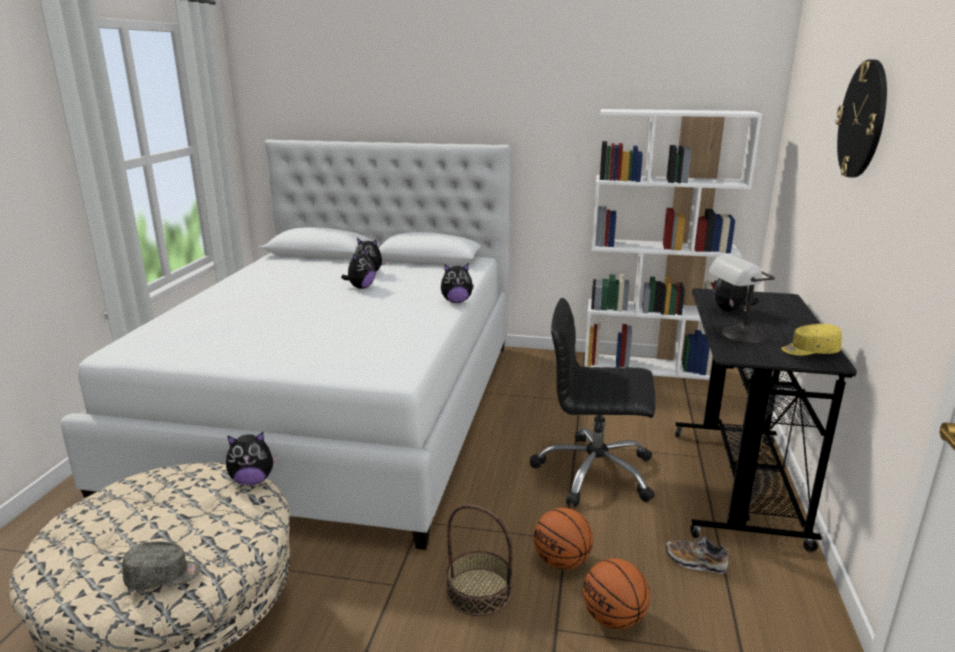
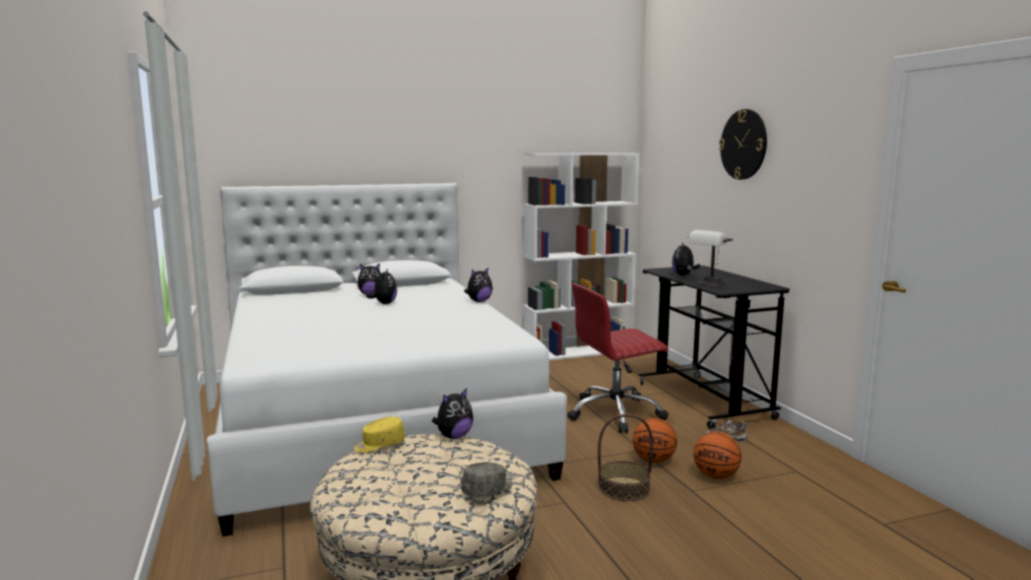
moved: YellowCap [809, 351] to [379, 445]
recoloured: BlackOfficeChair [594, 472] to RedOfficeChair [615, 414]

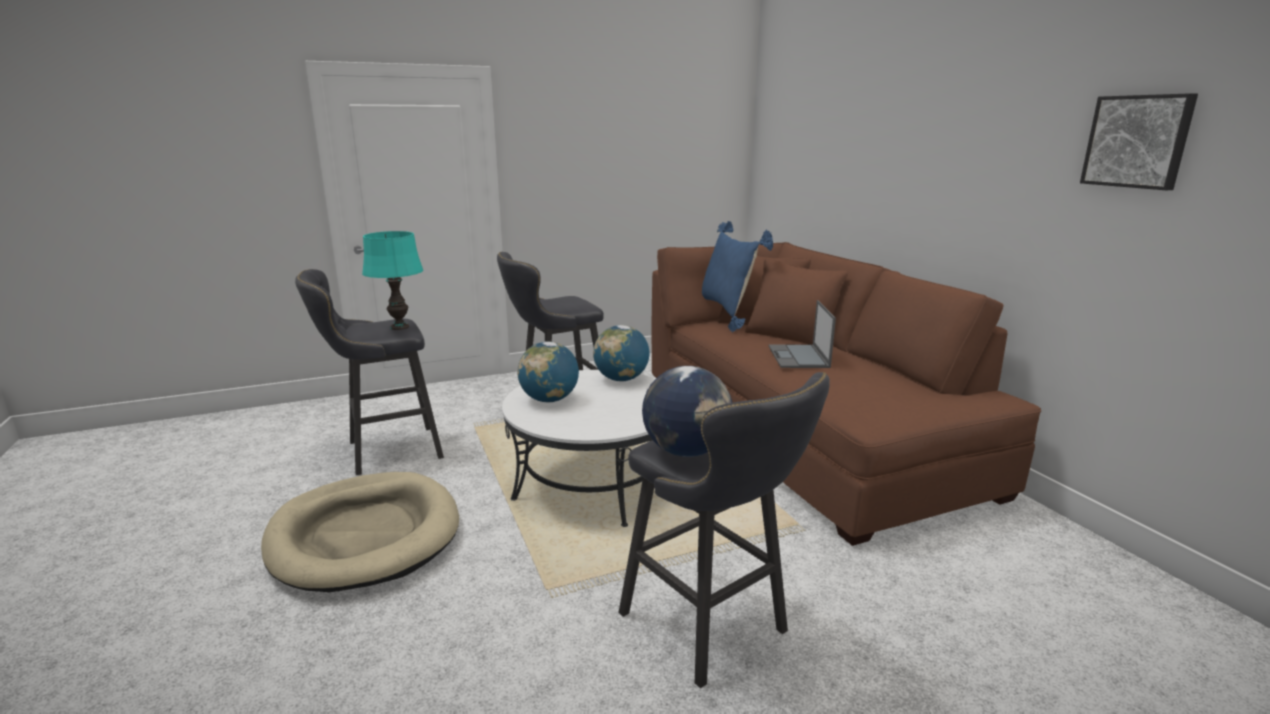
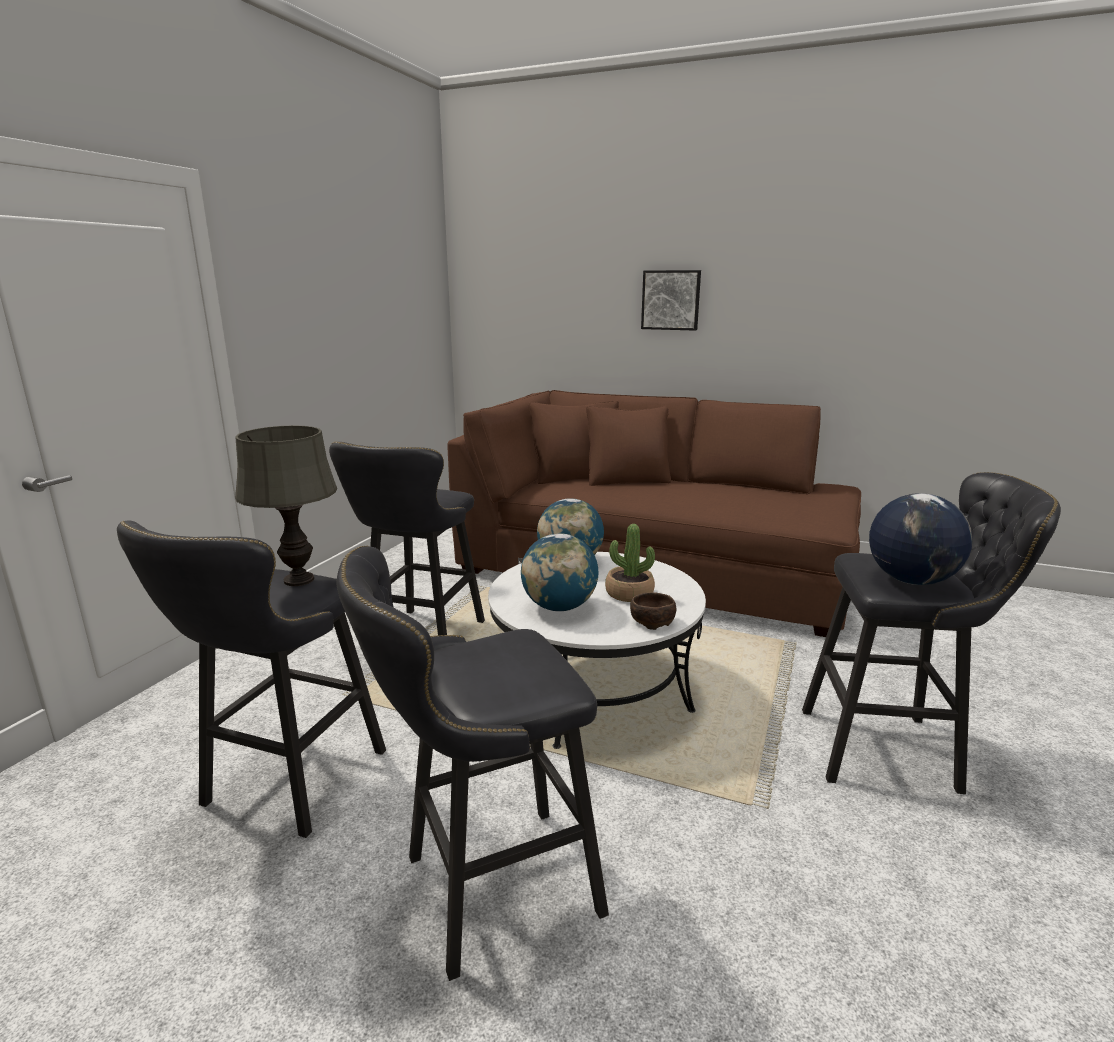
removed: BluePillow [728, 320]; Laptop [799, 357]
added: PottedPlant [629, 593]; BrownBowl [651, 621]
moved: Picture [1138, 141] to [671, 300]
replaced: BeigeDogBed [365, 535] to BlackStool [479, 893]
recoloured: TurquoiseTableLamp [400, 327] to GreyTableLamp [299, 580]

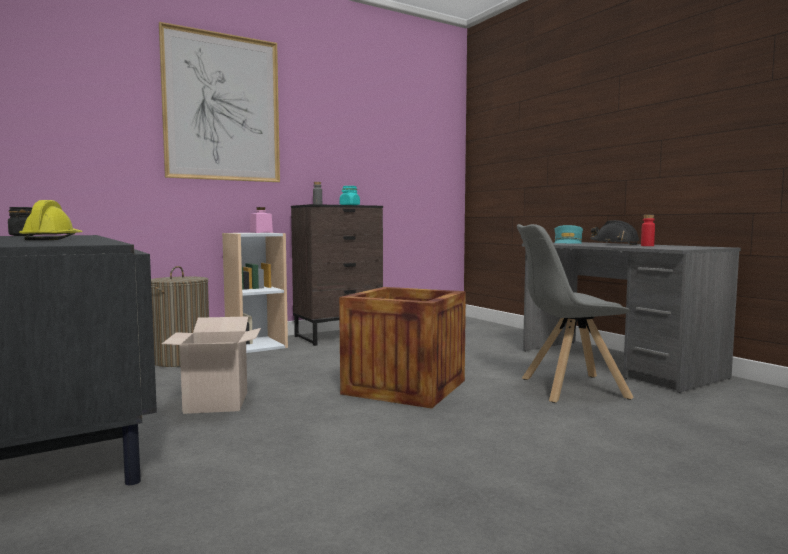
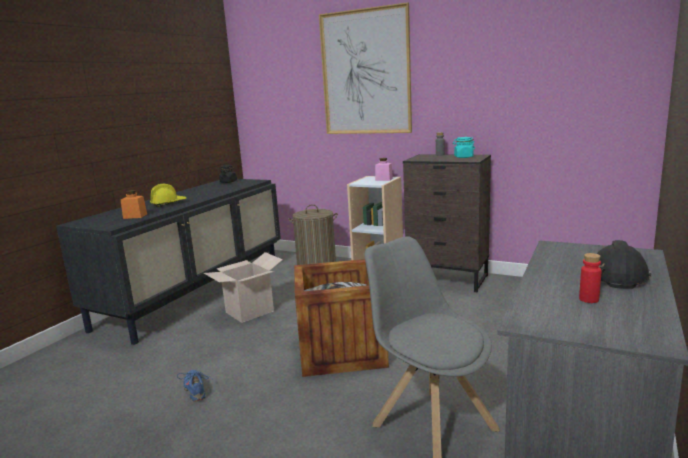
removed: TurquoiseCap [568, 243]
added: OrangeJar [135, 216]; BlueShoe [196, 389]

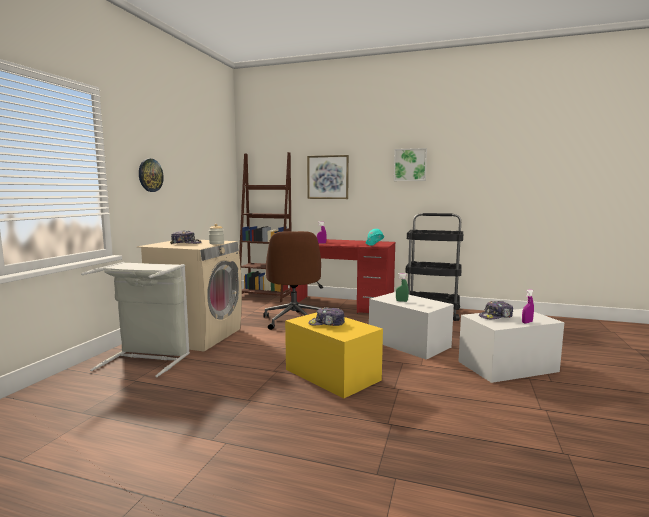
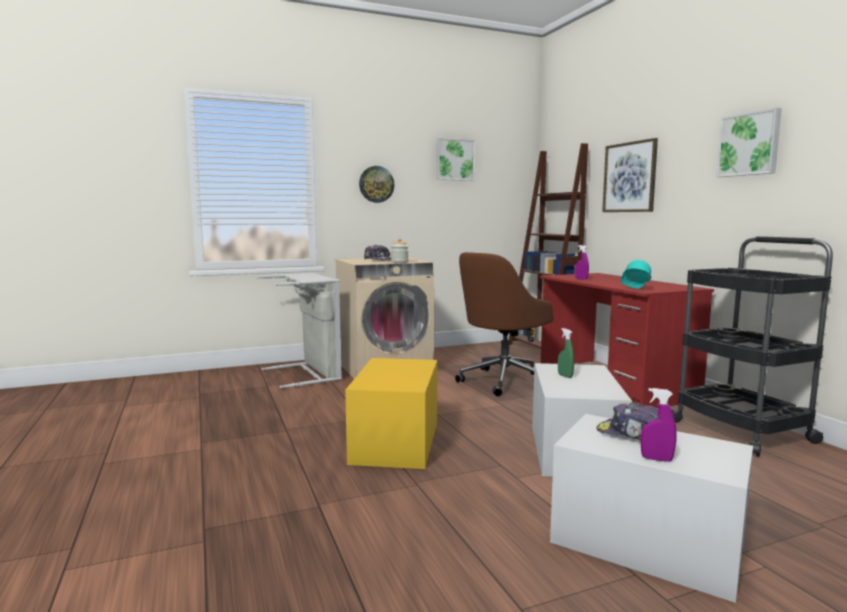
removed: Cap [326, 324]
added: Picture [454, 159]

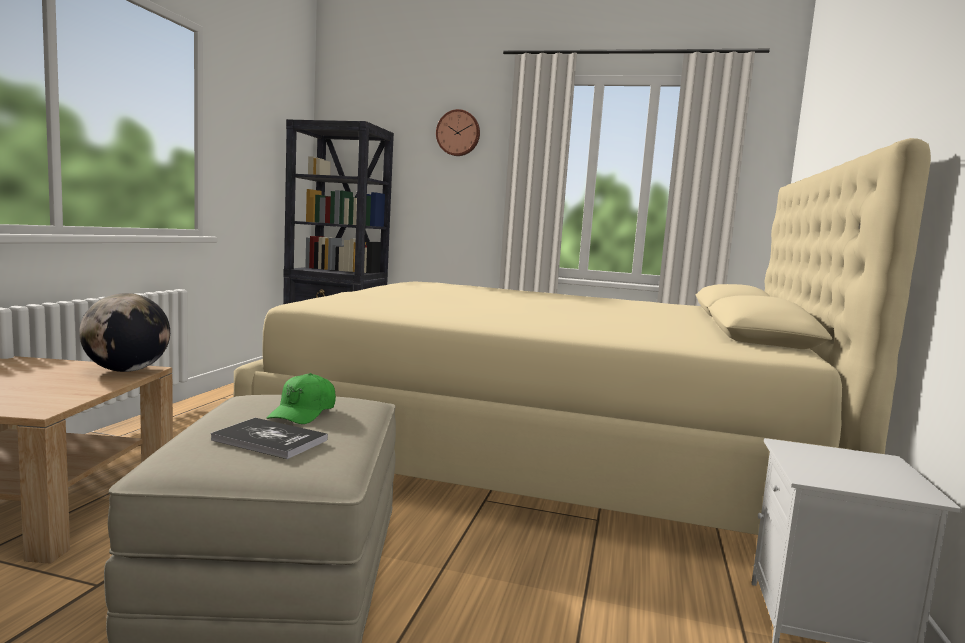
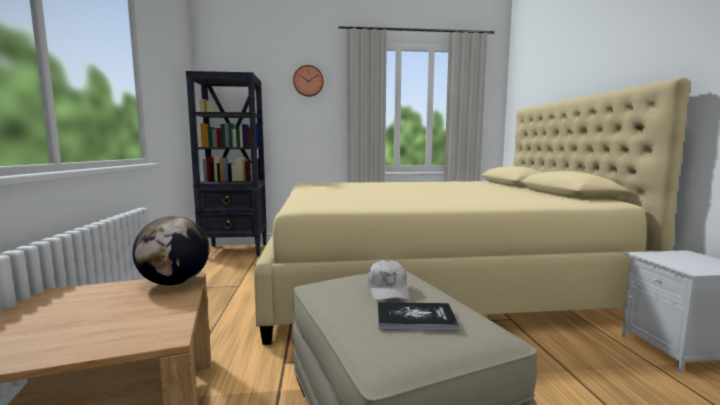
recoloured: GreenCap [303, 413] to WhiteCap [388, 290]

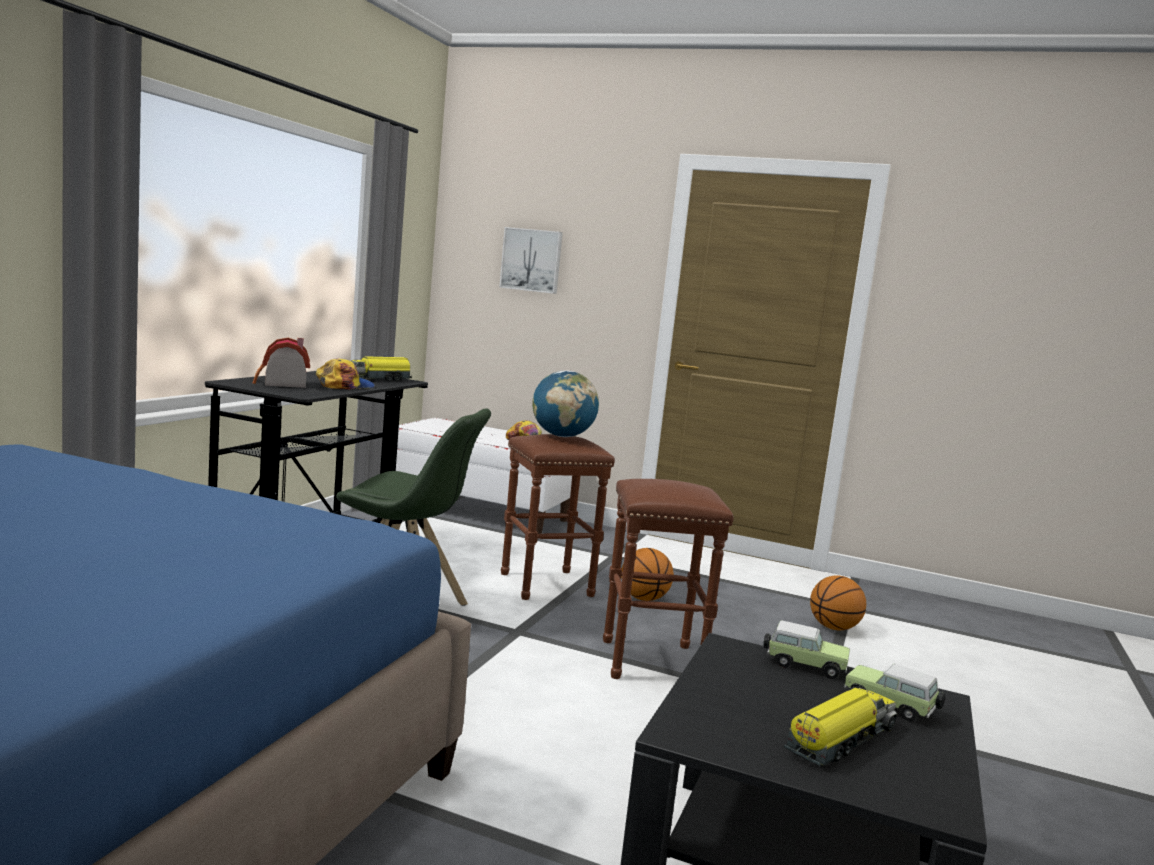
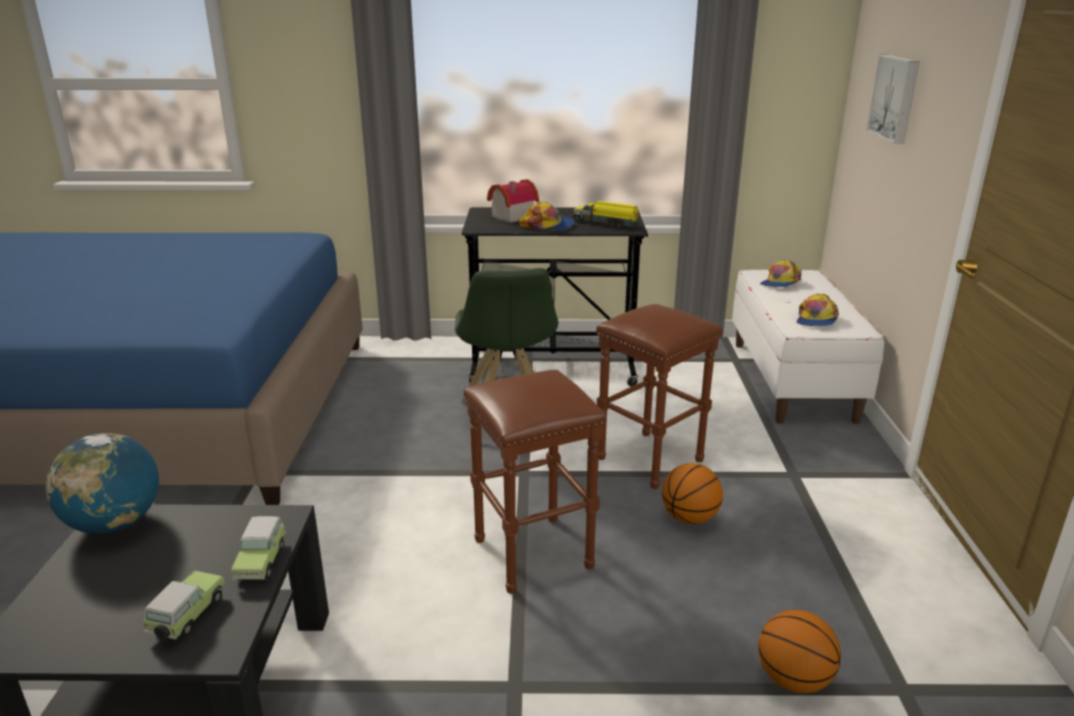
removed: ToyTruck [840, 740]
added: Cap [780, 282]
moved: Globe [562, 436] to [115, 524]

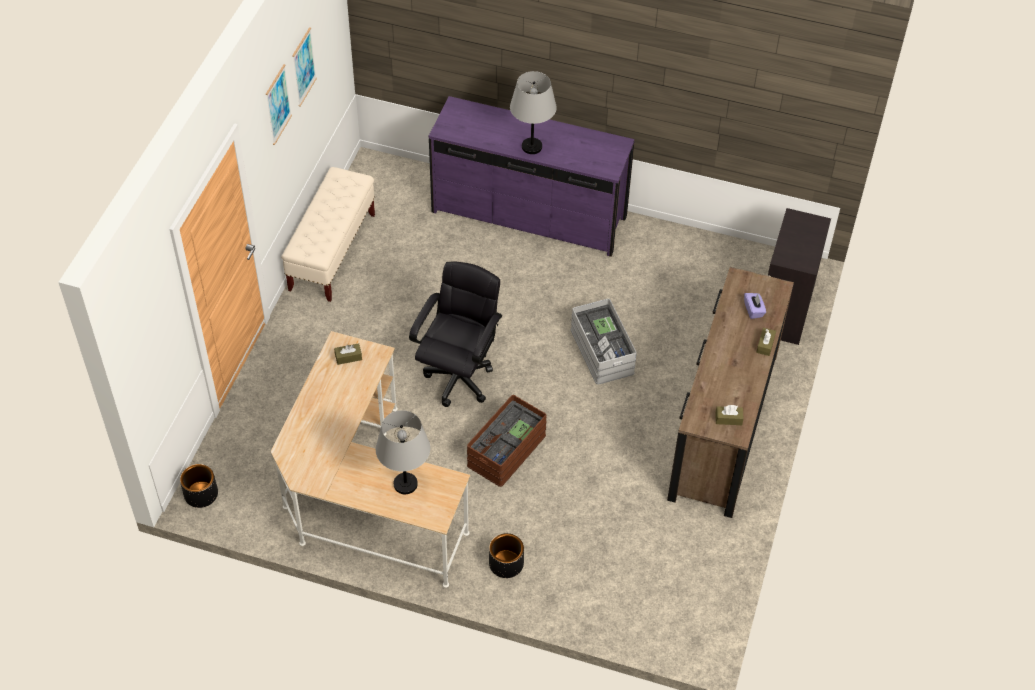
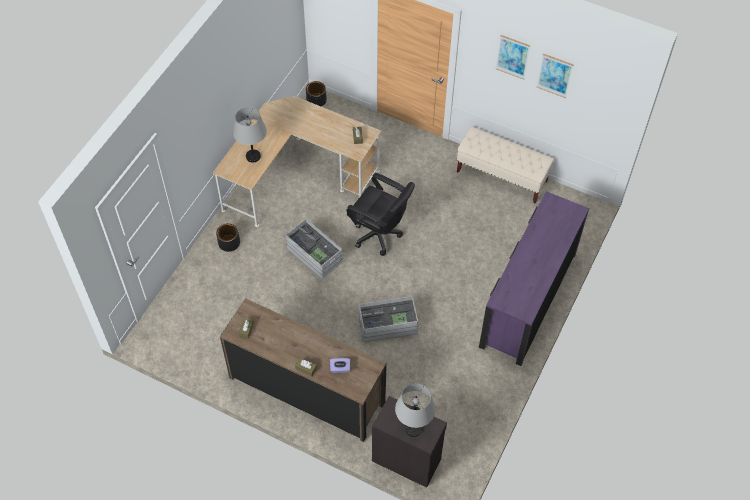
moved: GreyTableLamp [531, 147] to [413, 428]
recoloured: BrownStorageBox [507, 450] to GreyStorageBox [314, 255]

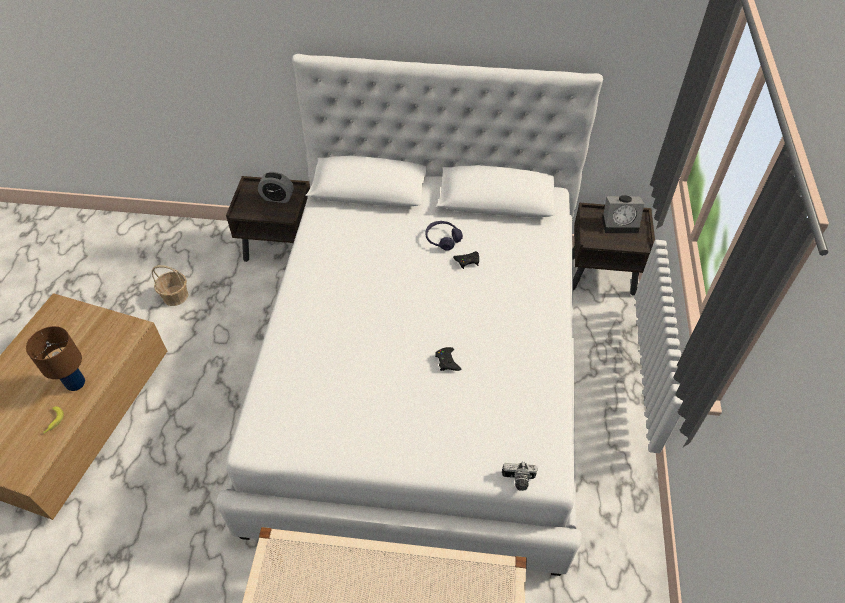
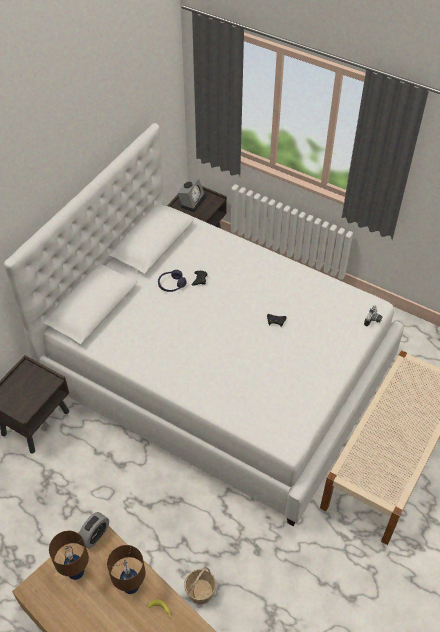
added: BrownTableLamp [76, 571]
moved: AlarmClock [277, 198] to [95, 535]; Basket [175, 296] to [201, 591]

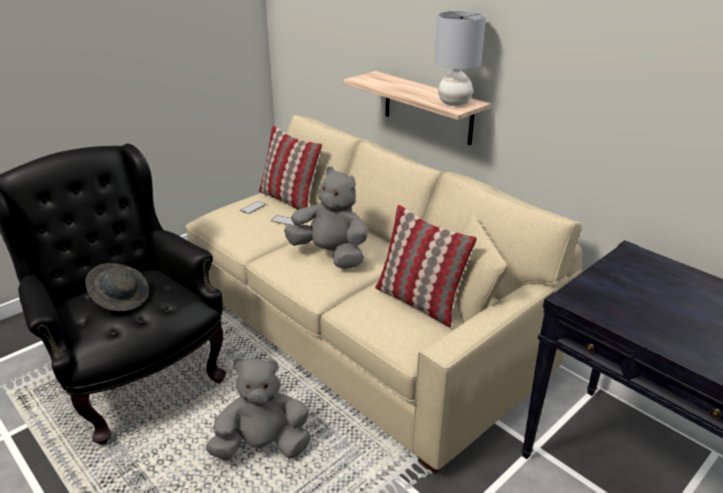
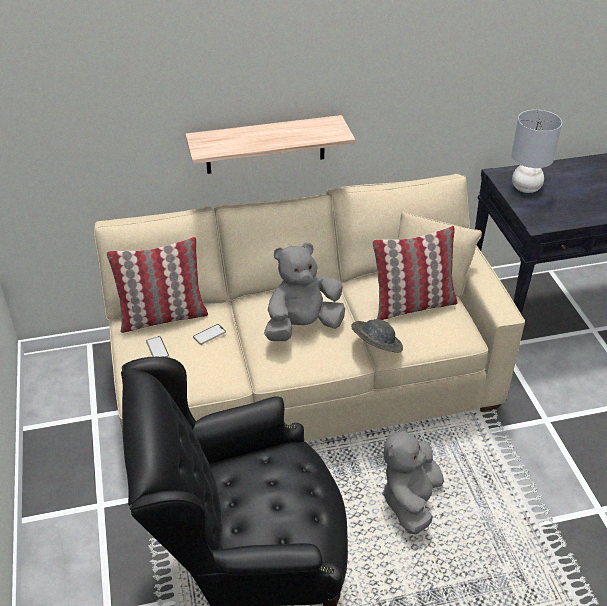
moved: GreyTableLamp [454, 102] to [525, 188]; GreyHat [121, 298] to [375, 346]

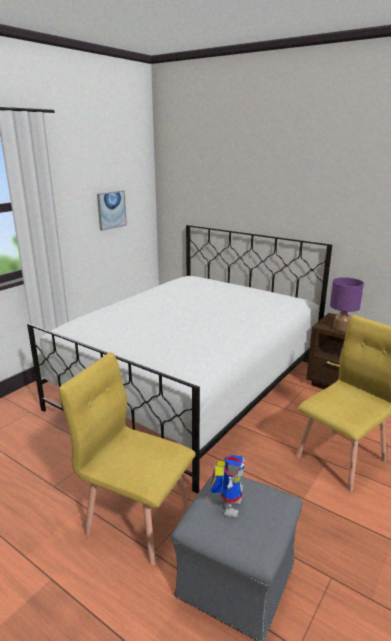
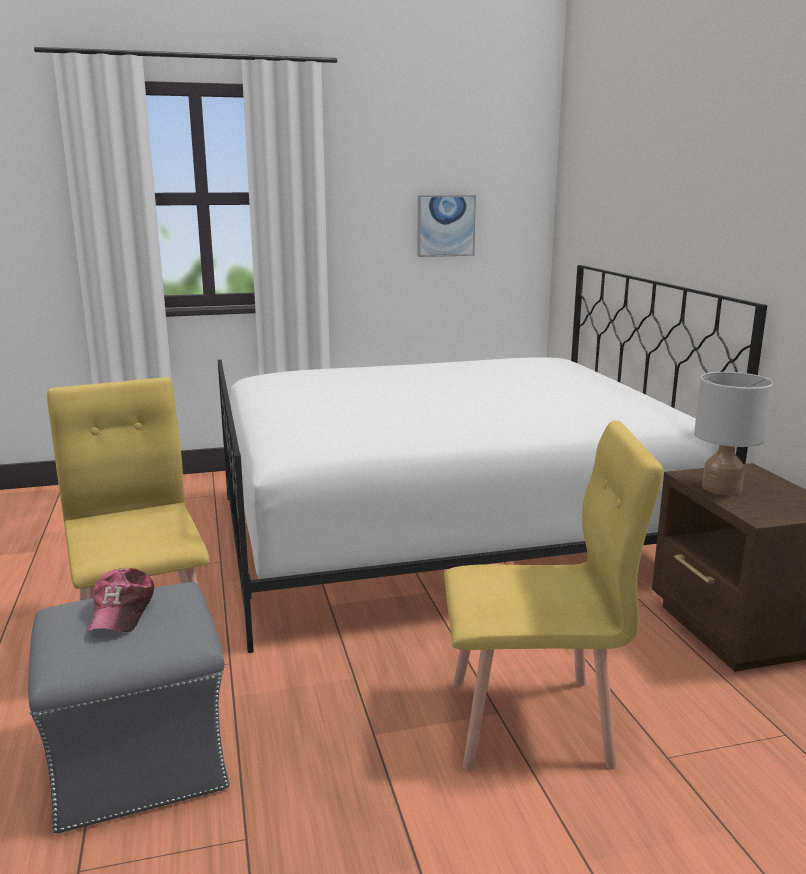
replaced: ToyRobot [228, 504] to Cap [122, 611]
recoloured: PurpleTableLamp [341, 328] to GreyTableLamp [721, 488]

